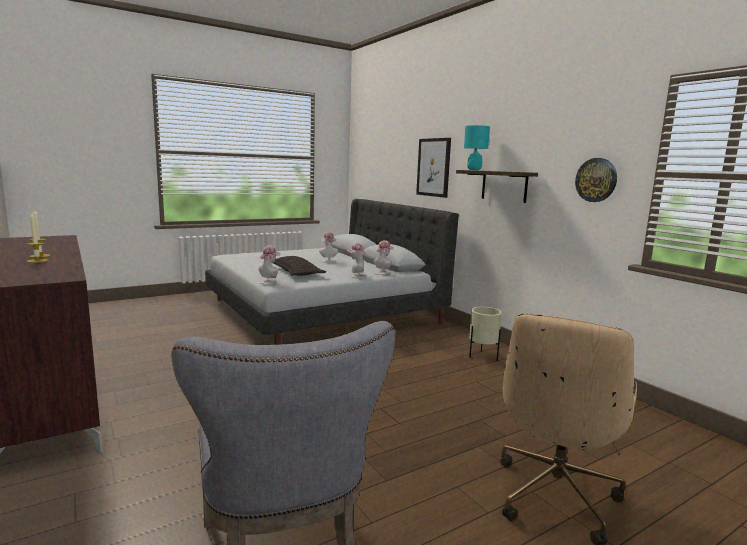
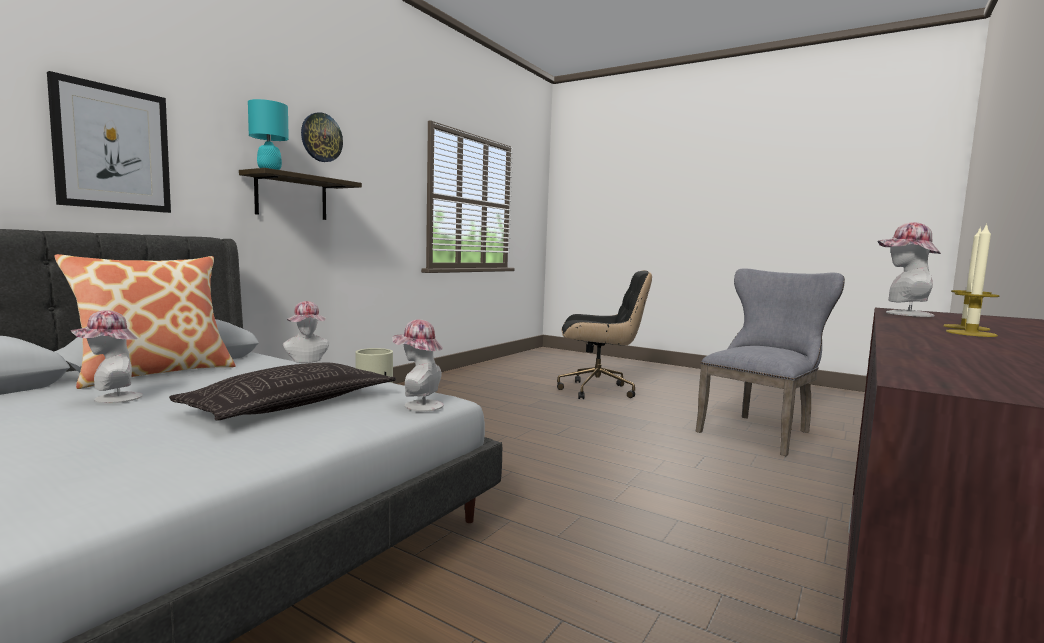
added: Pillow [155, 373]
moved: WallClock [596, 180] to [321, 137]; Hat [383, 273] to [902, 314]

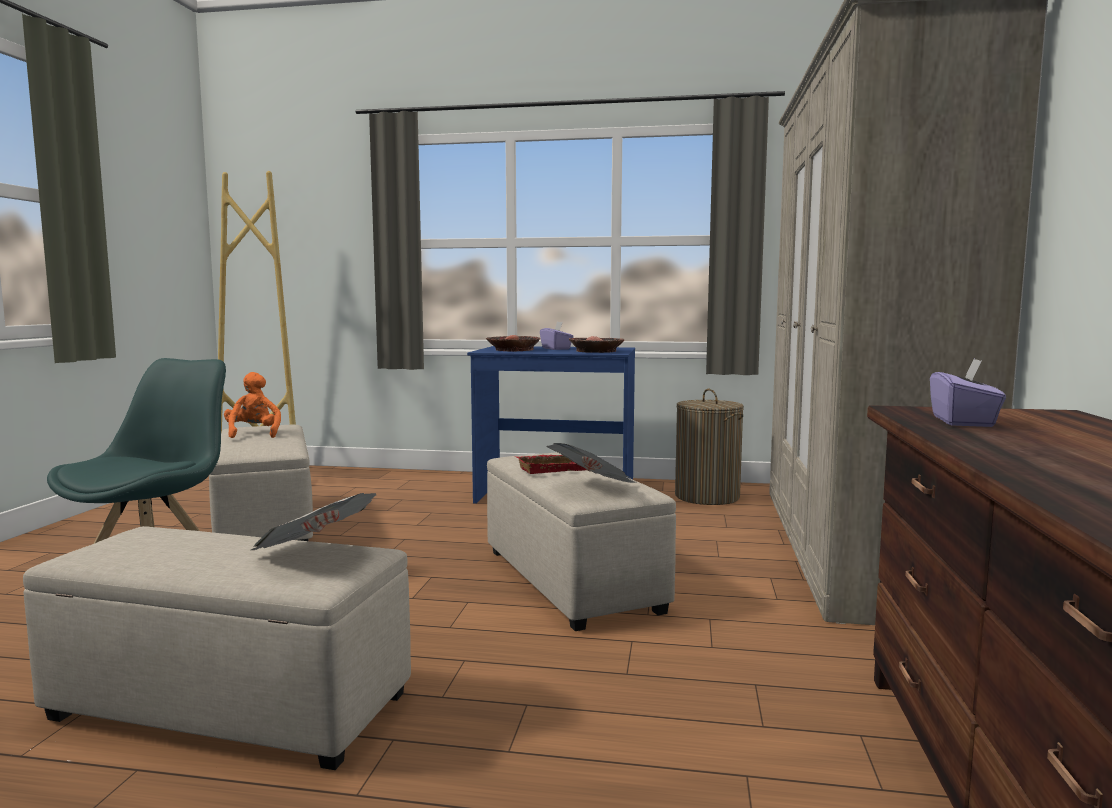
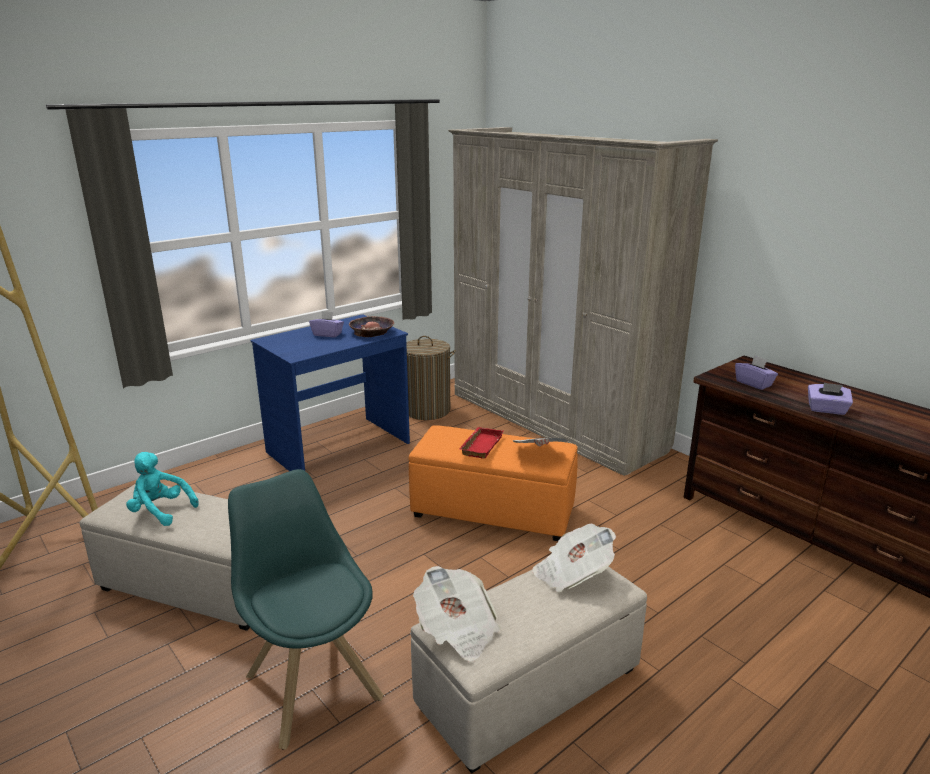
removed: Bowl [513, 350]
added: PurpleTissueBox [826, 410]; Newspaper [457, 630]
recoloured: OrangePlushToy [254, 434] to TurquoisePlushToy [160, 511]; BeigeOttoman [571, 580] to OrangeOttoman [494, 512]

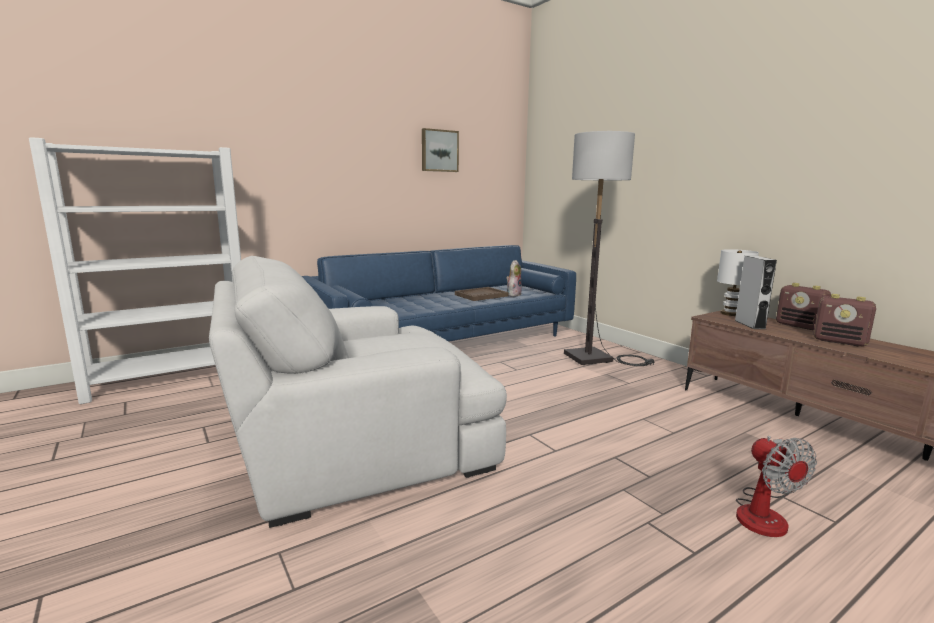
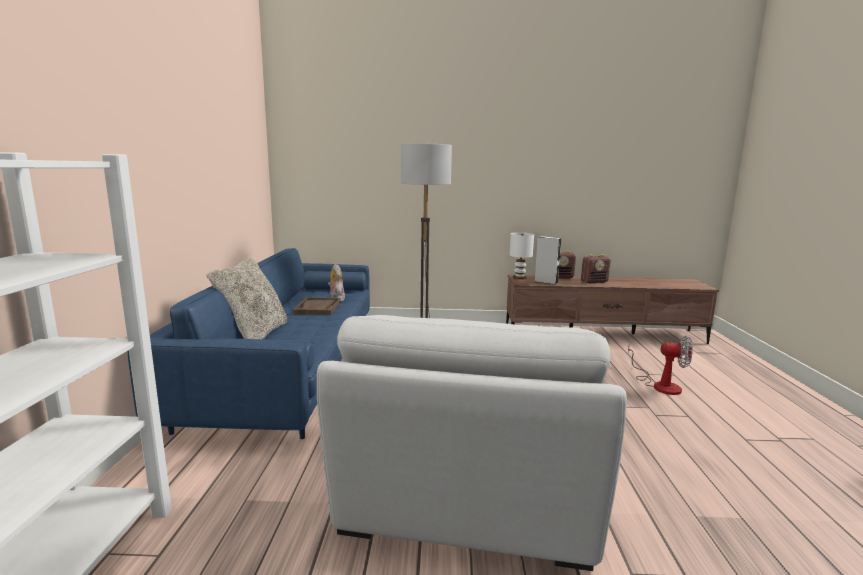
removed: Picture [439, 151]
added: BeigePillow [254, 333]

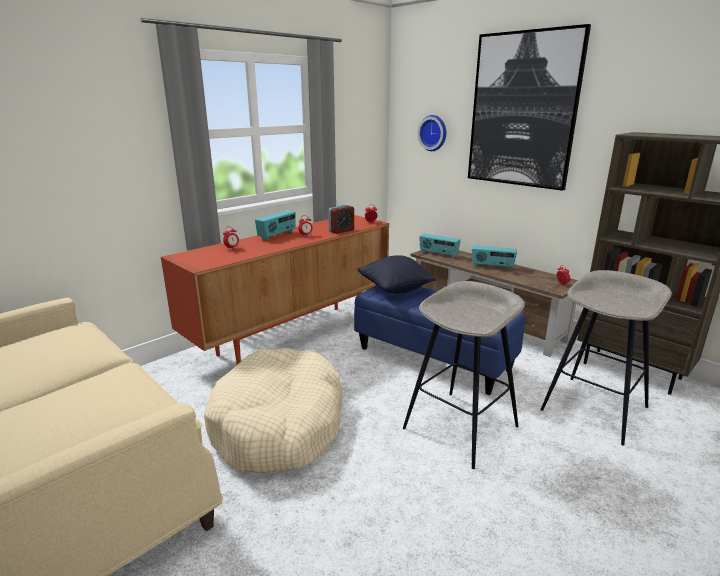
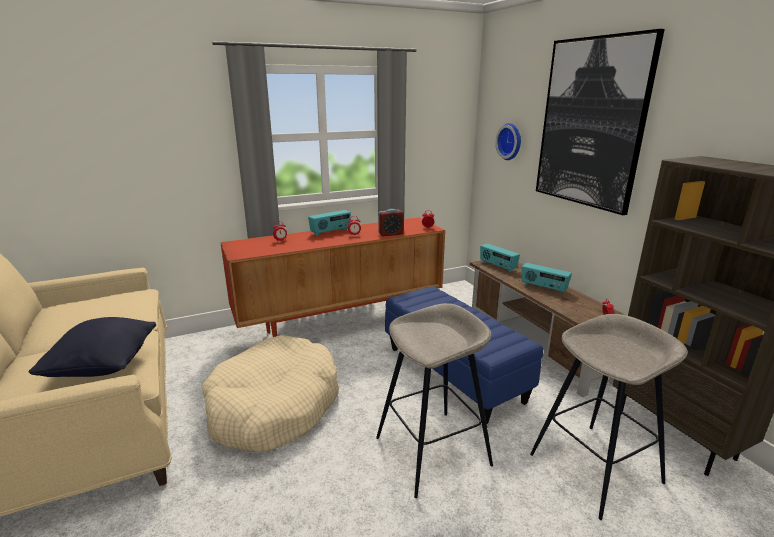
moved: BlackPillow [395, 290] to [104, 366]

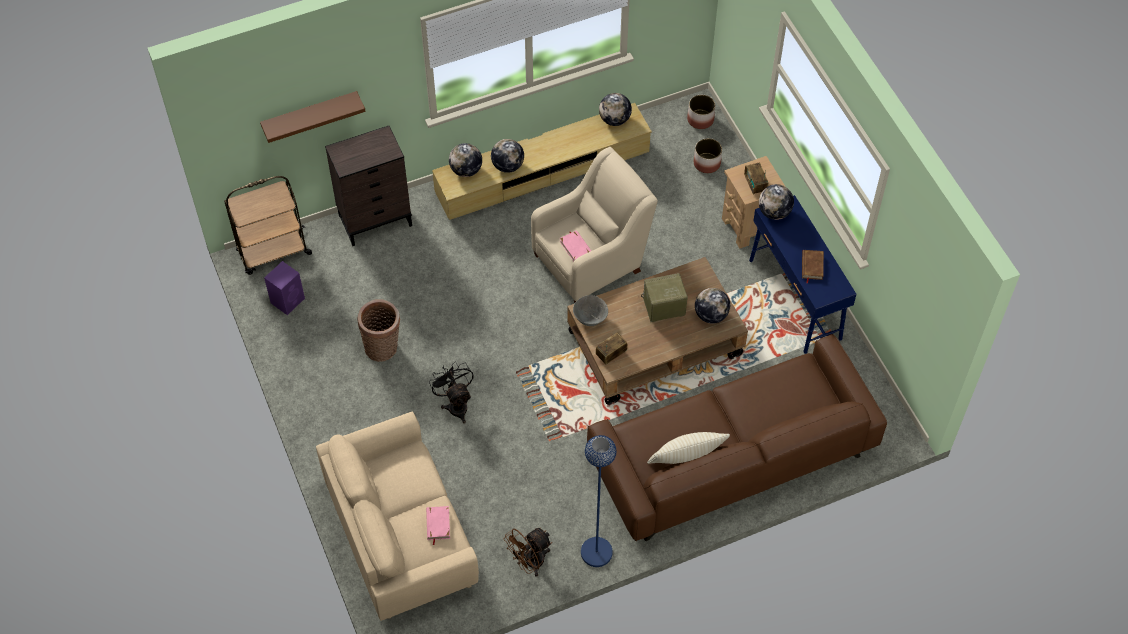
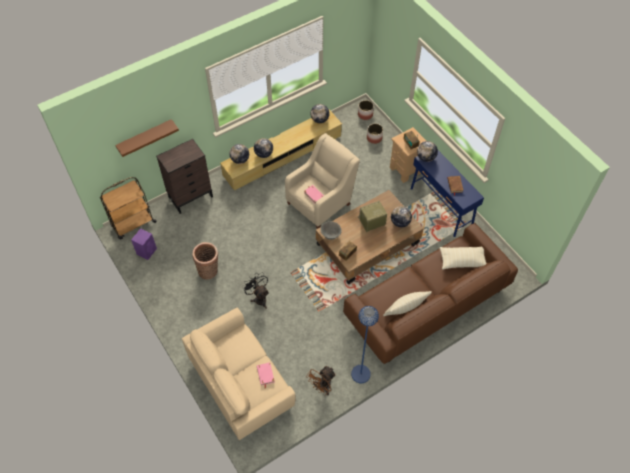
added: BeigePillow [462, 261]

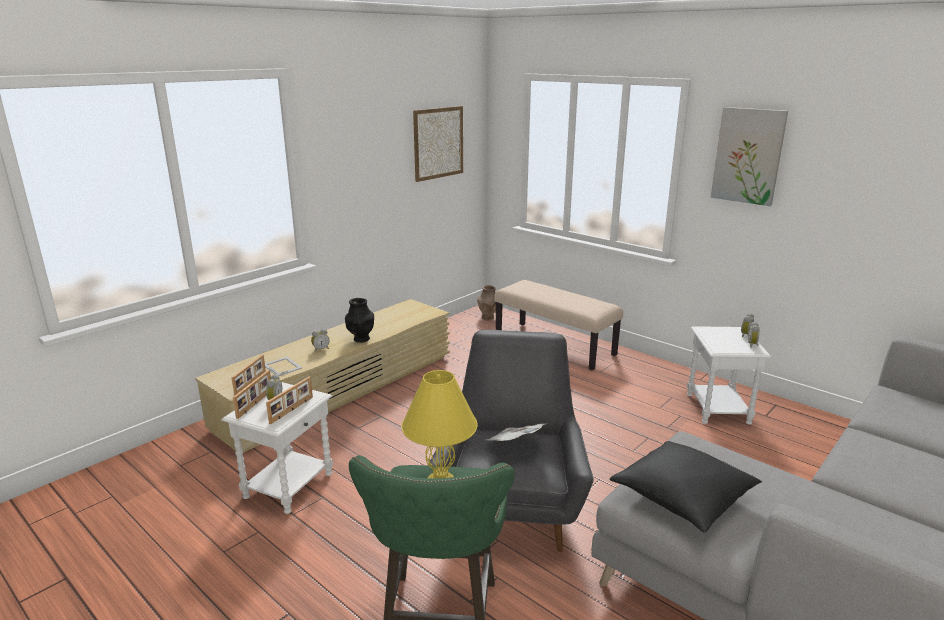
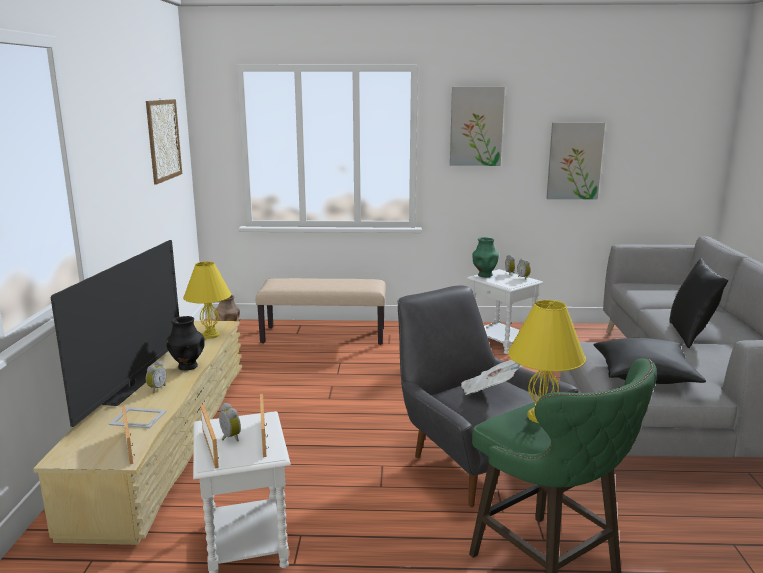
added: Picture [574, 161]; GreenVase [484, 275]; Television [133, 386]; BlackPillow [690, 335]; YellowTableLamp [210, 335]

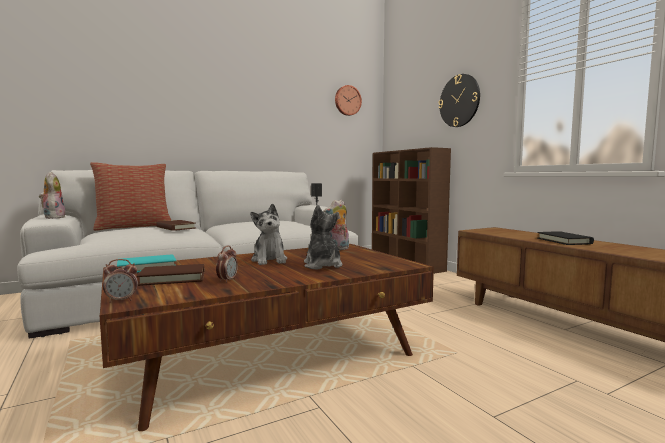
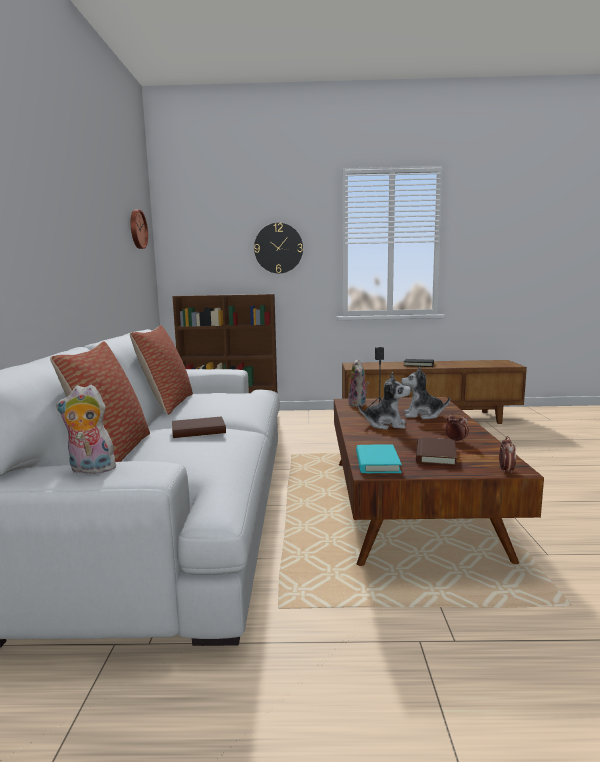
added: Pillow [167, 404]

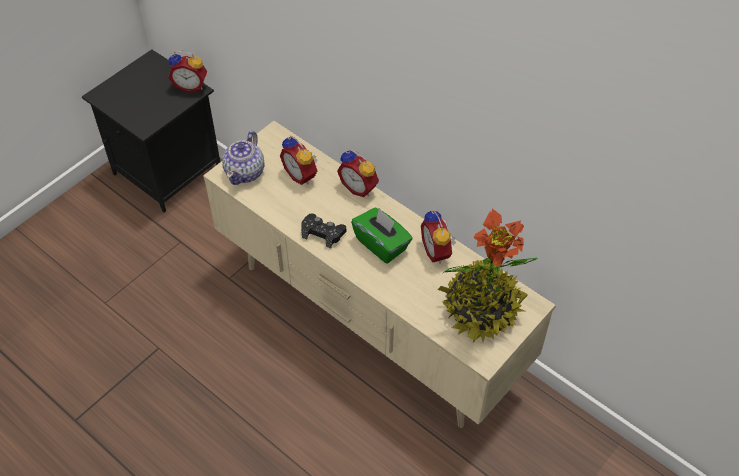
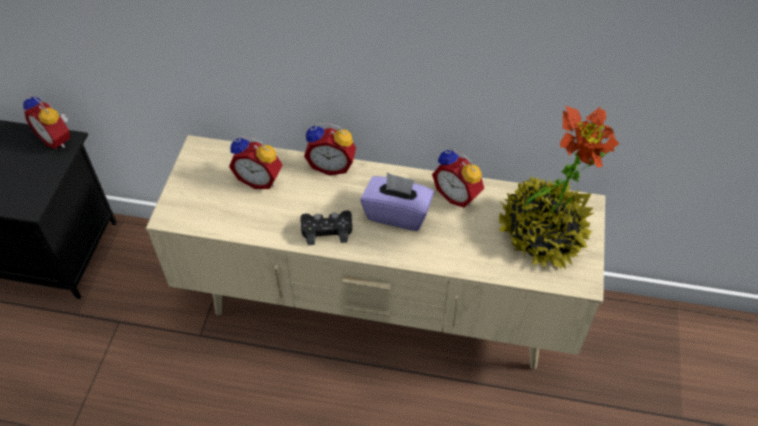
removed: Teapot [245, 172]
recoloured: GreenTissueBox [382, 244] to PurpleTissueBox [397, 213]
turned: AlarmClock [191, 85] = [57, 138] 60 degrees clockwise

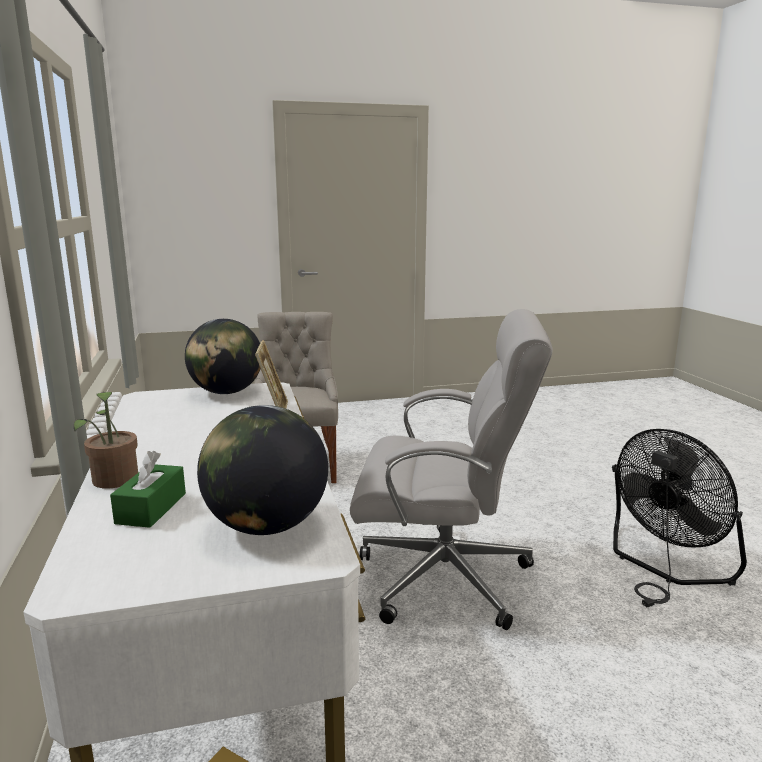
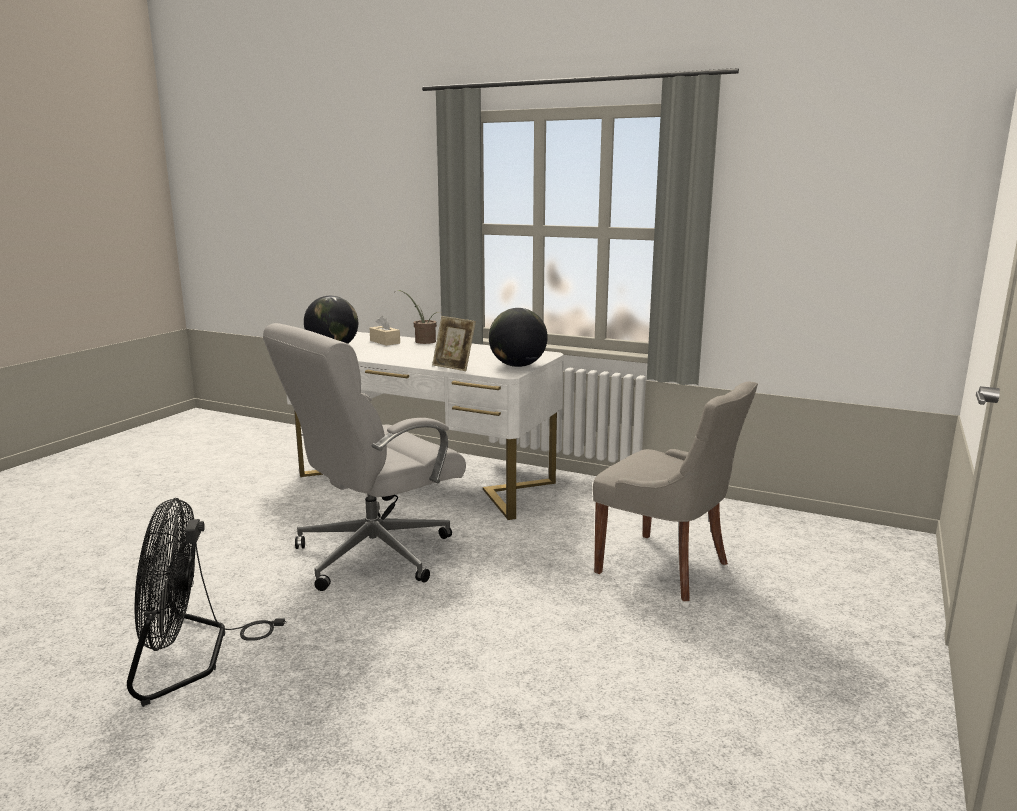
recoloured: GreenTissueBox [151, 508] to BeigeTissueBox [385, 342]
turned: BlackFan [659, 565] = [196, 650] 75 degrees clockwise

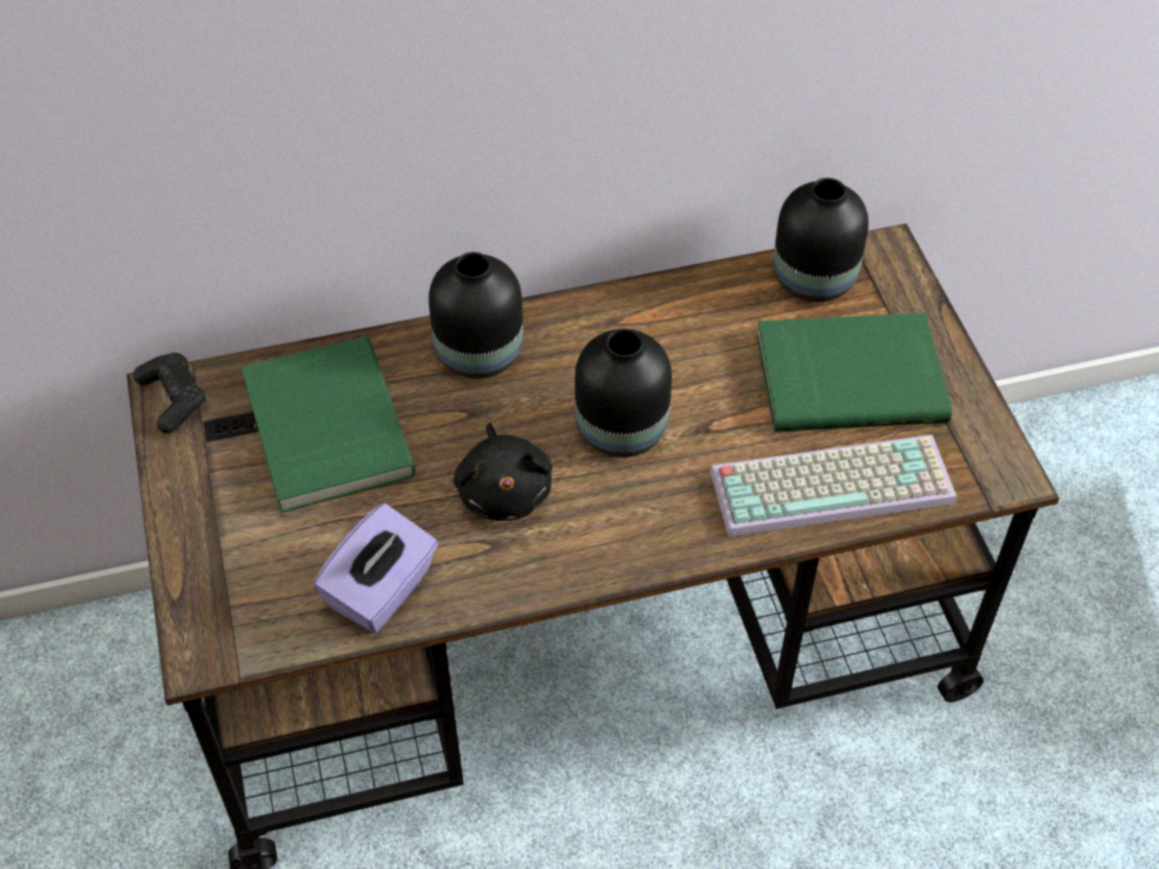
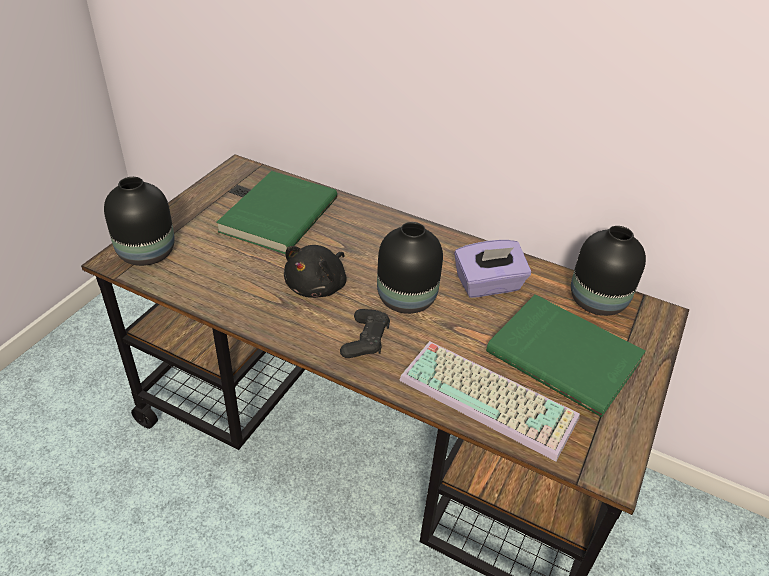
moved: BlackVase [479, 352] to [148, 252]; BlackGameController [173, 399] to [366, 340]; PurpleTissueBox [382, 590] to [488, 285]

